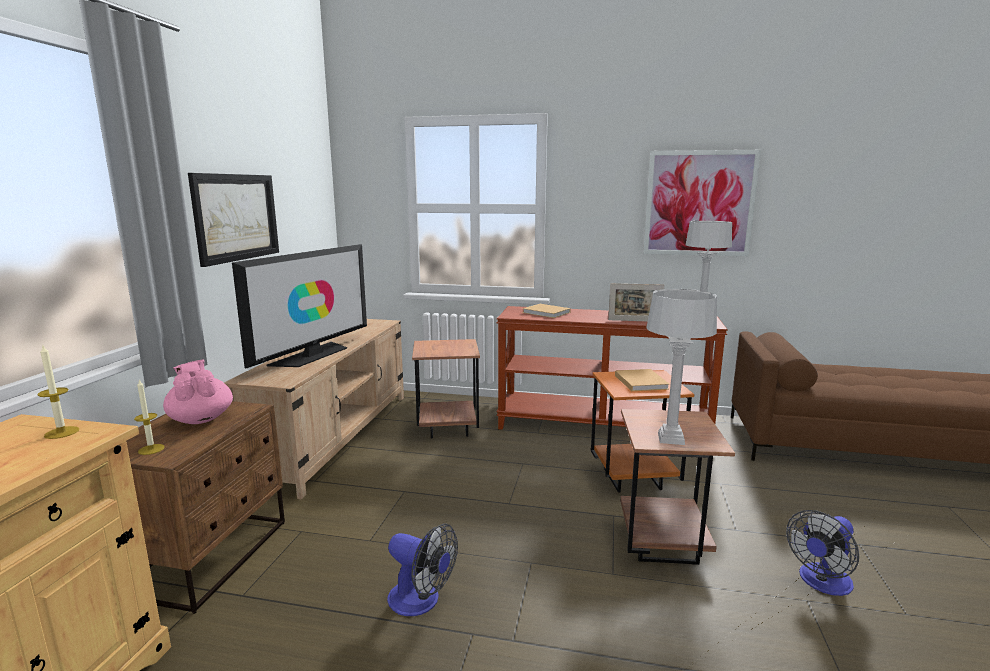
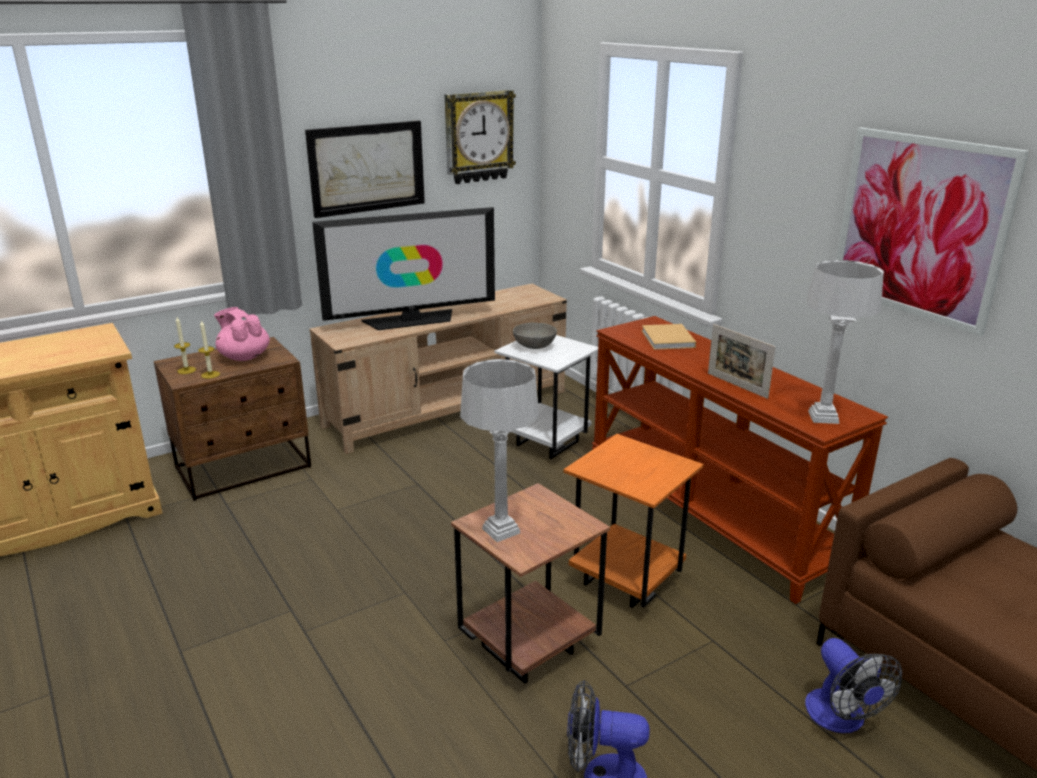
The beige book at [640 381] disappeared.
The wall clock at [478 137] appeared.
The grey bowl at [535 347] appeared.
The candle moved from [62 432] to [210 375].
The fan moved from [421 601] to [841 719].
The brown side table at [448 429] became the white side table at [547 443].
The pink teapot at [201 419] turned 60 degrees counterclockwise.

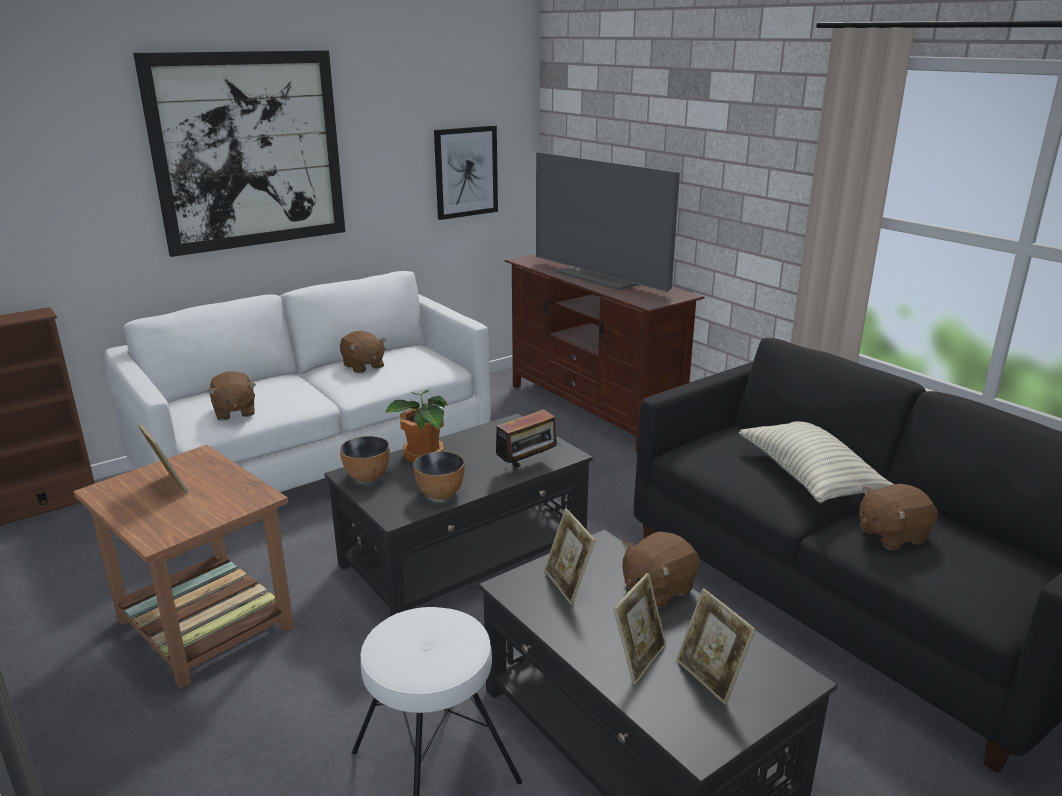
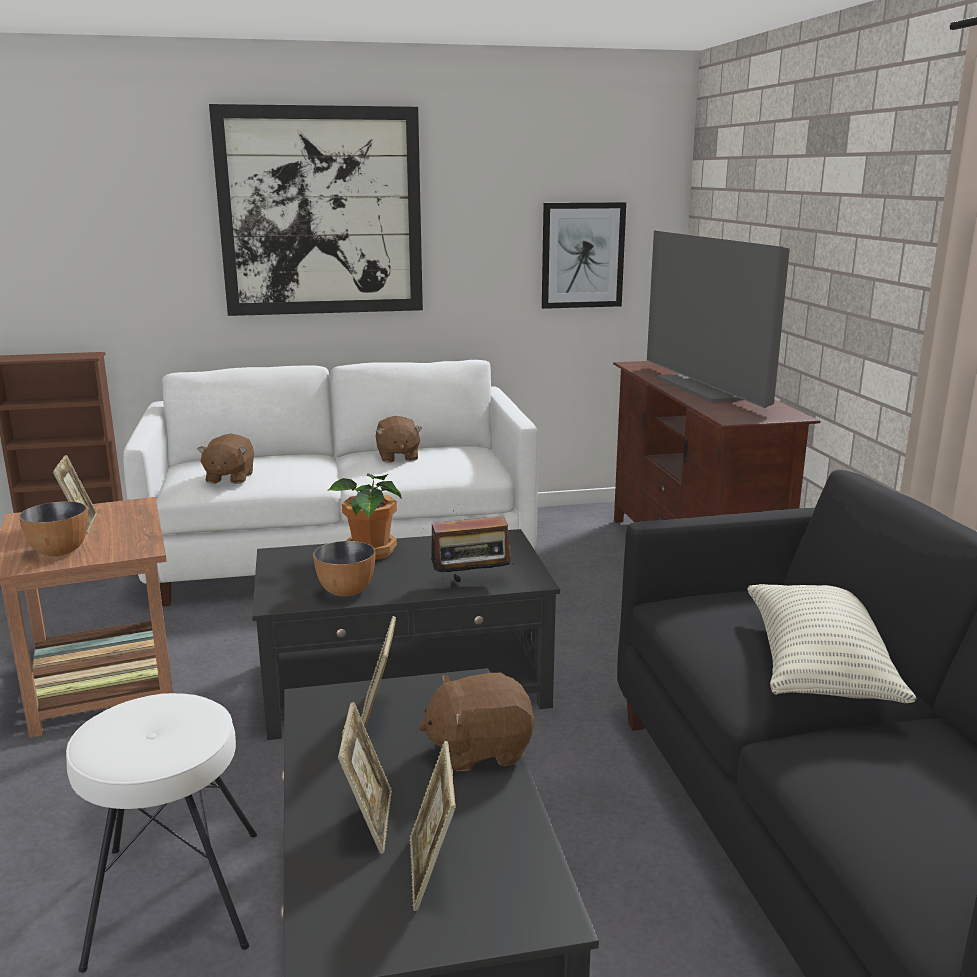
The brown plush toy at [891 535] disappeared.
The bowl moved from [367 476] to [60 551].
The picture frame at [639 659] turned 60 degrees counterclockwise.

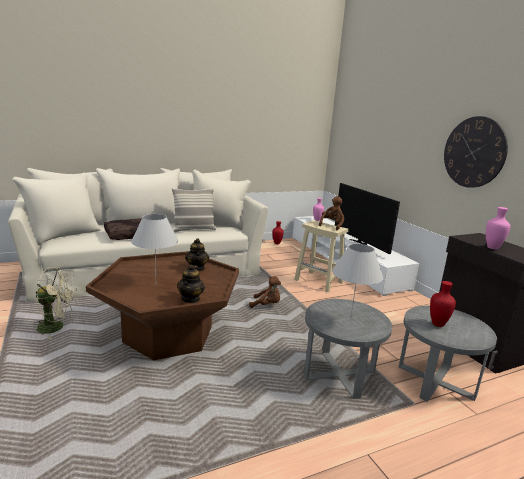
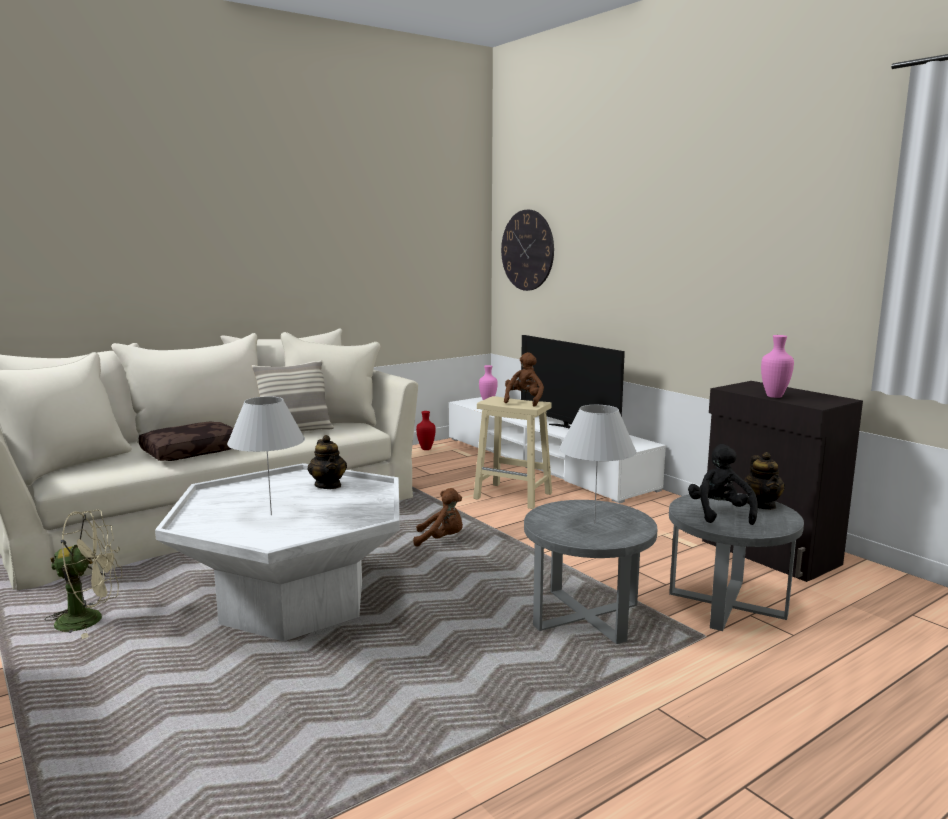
The teapot moved from [191 299] to [761 505].
The wall clock moved from [474 152] to [527 250].
The red vase at [438 324] was replaced by the black plush toy at [720 513].
The brown coffee table at [168 334] became the white coffee table at [294 602].

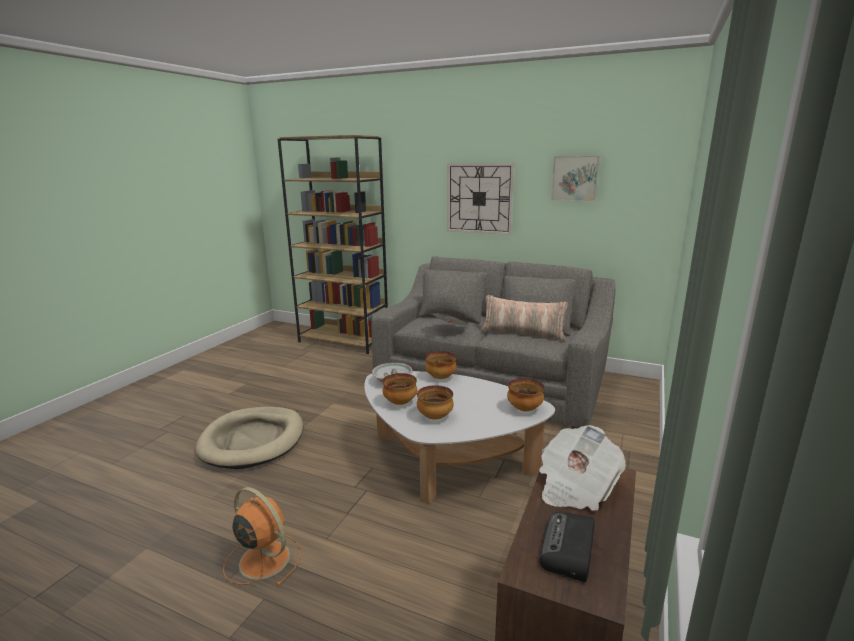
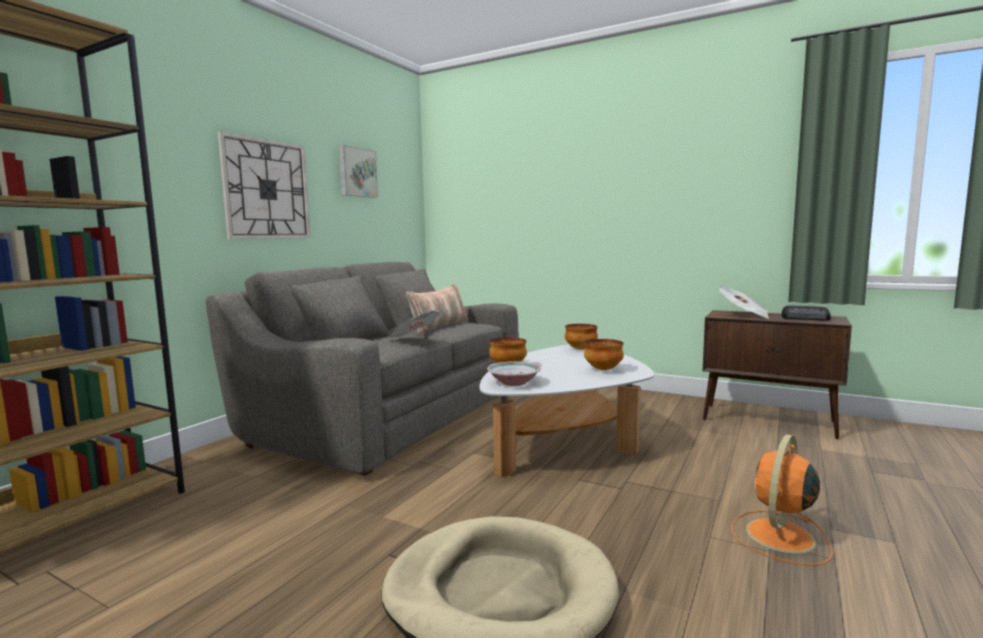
The bowl at [400 403] disappeared.

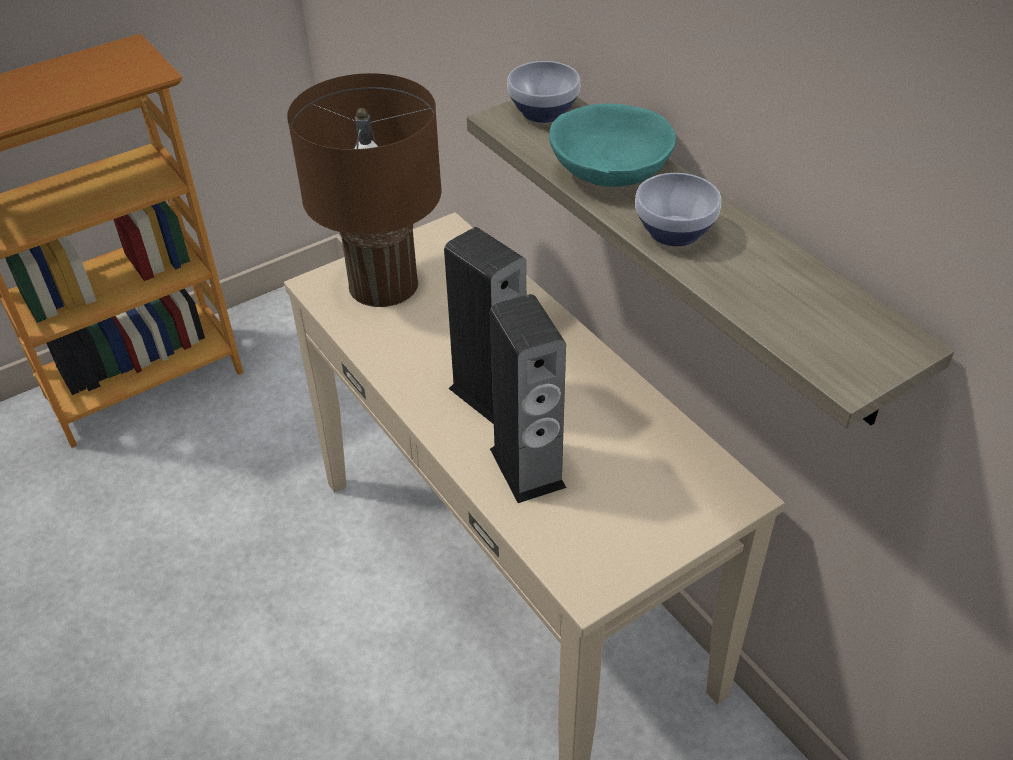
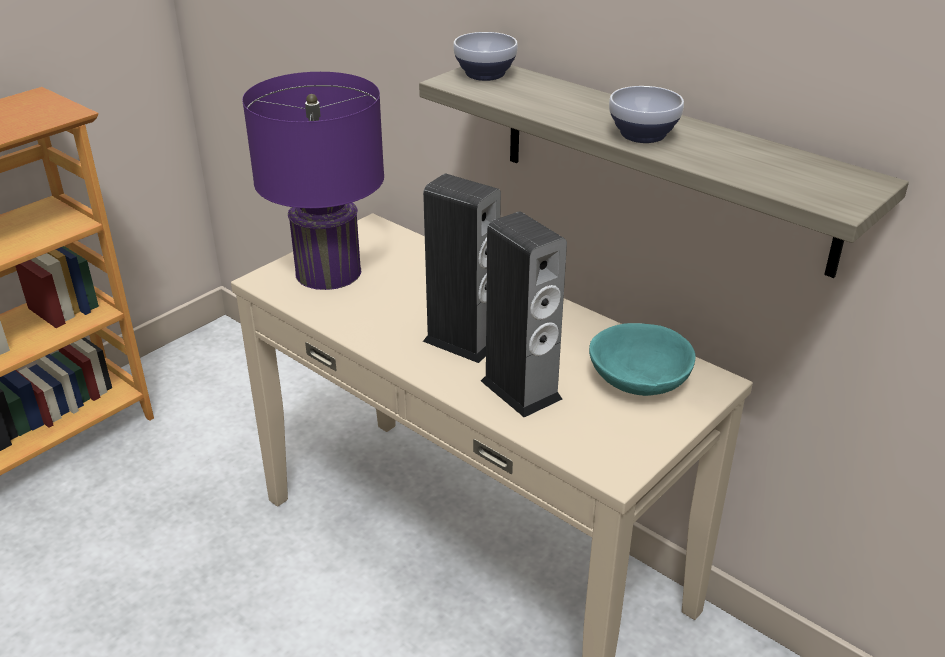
The turquoise bowl moved from [610 169] to [639 378].
The brown table lamp at [383 284] became the purple table lamp at [328 272].

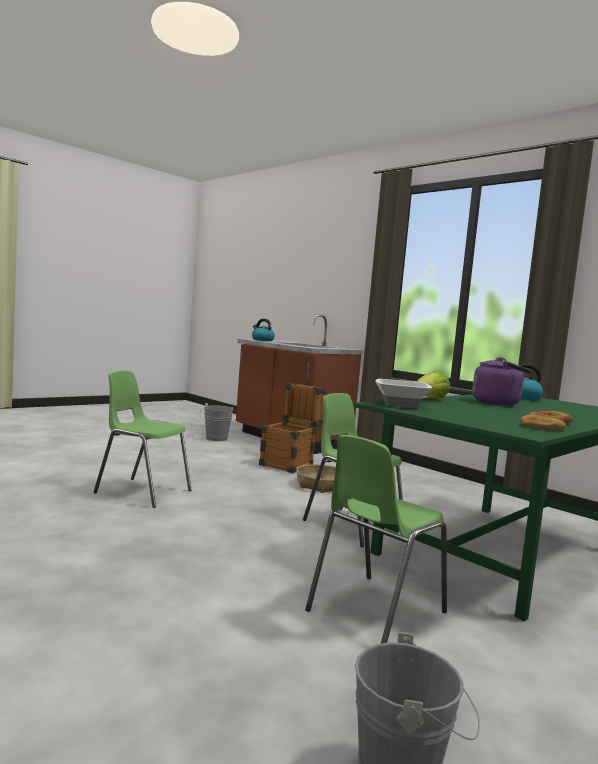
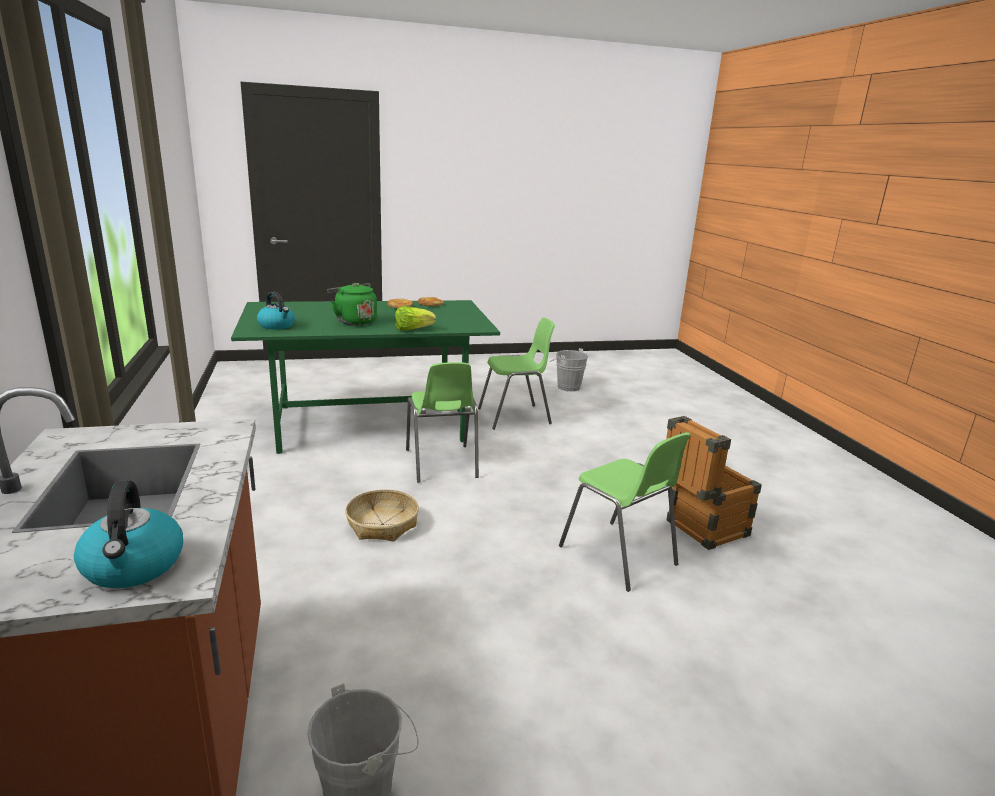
The bowl at [401 405] disappeared.
The crate moved from [290 464] to [699 530].
The purple kettle at [499 403] became the green kettle at [354 321].

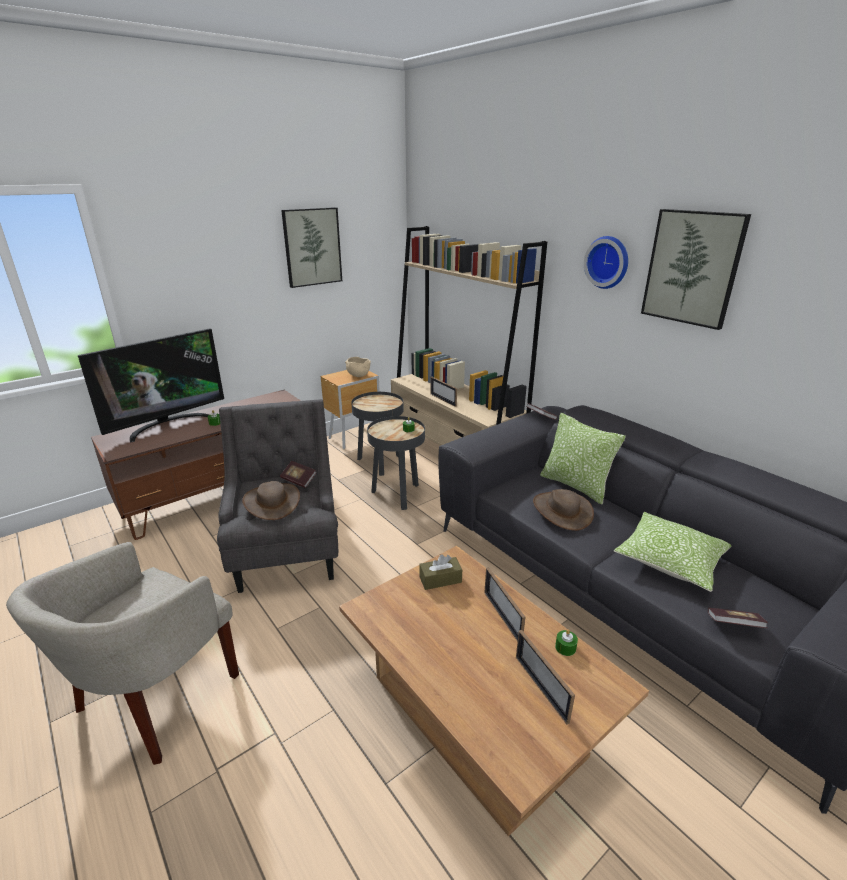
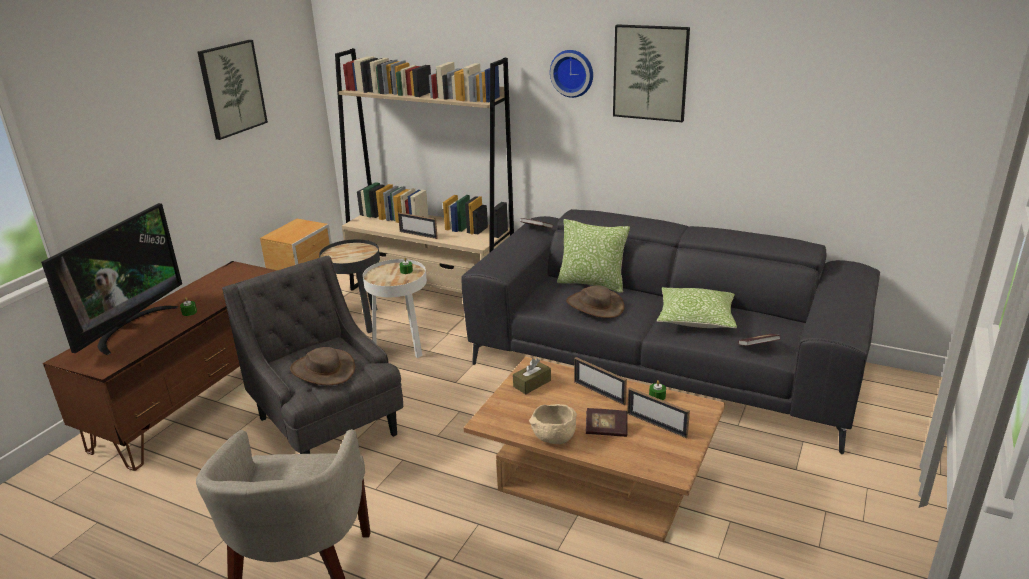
The book moved from [298 480] to [606 430].
The beige bowl moved from [358 376] to [553 439].
The black side table at [397 495] became the white side table at [402 346].

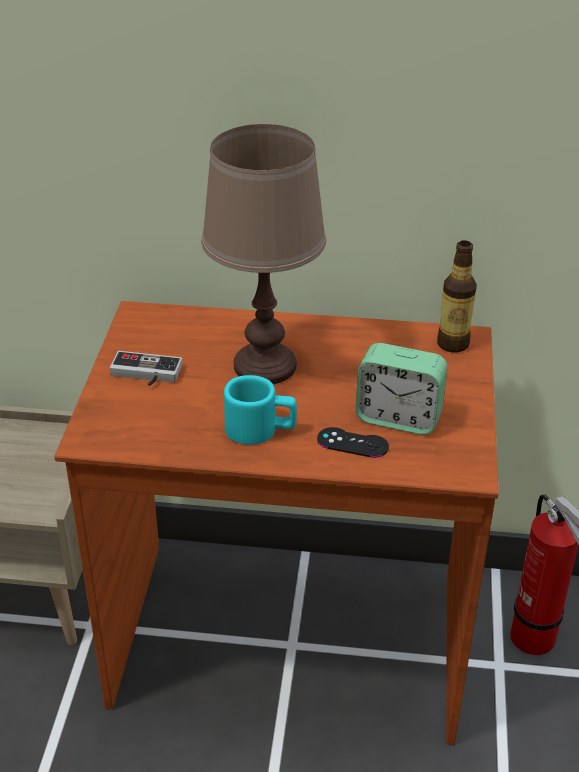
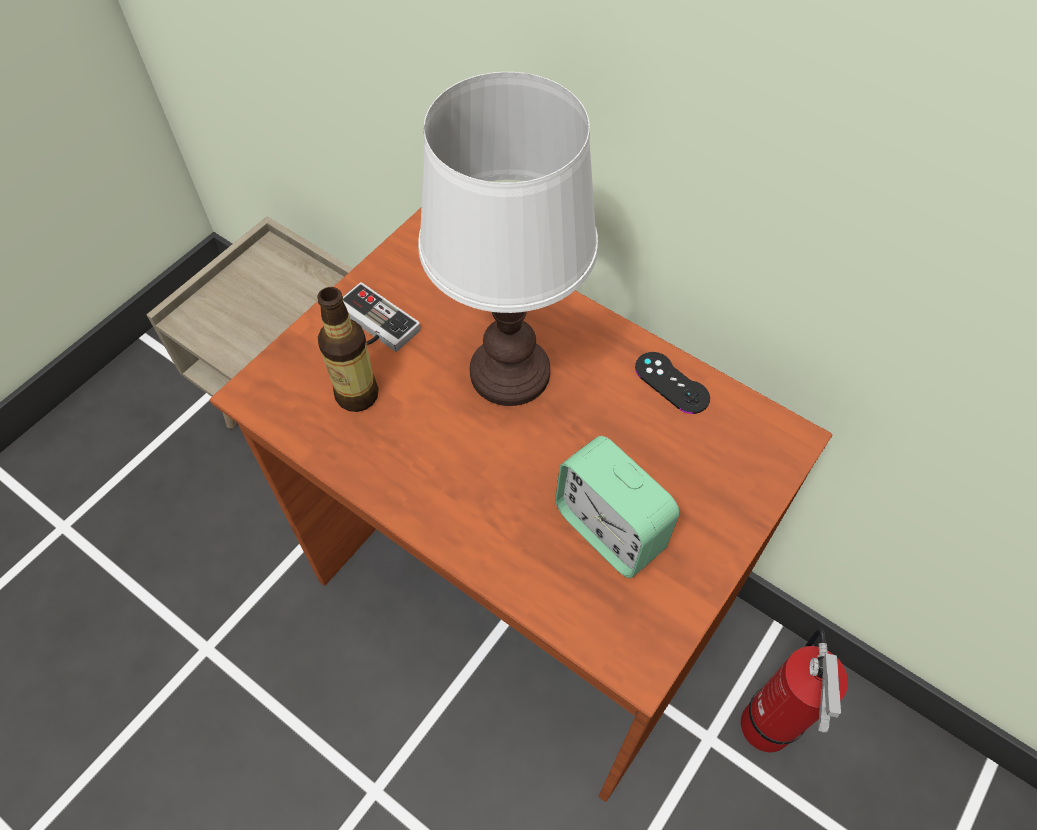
The turquoise mug at [260 430] disappeared.
The black game controller moved from [352 443] to [671 383].
The bottle moved from [453 344] to [357 395].
The brown table lamp at [265 366] became the white table lamp at [510 373].

